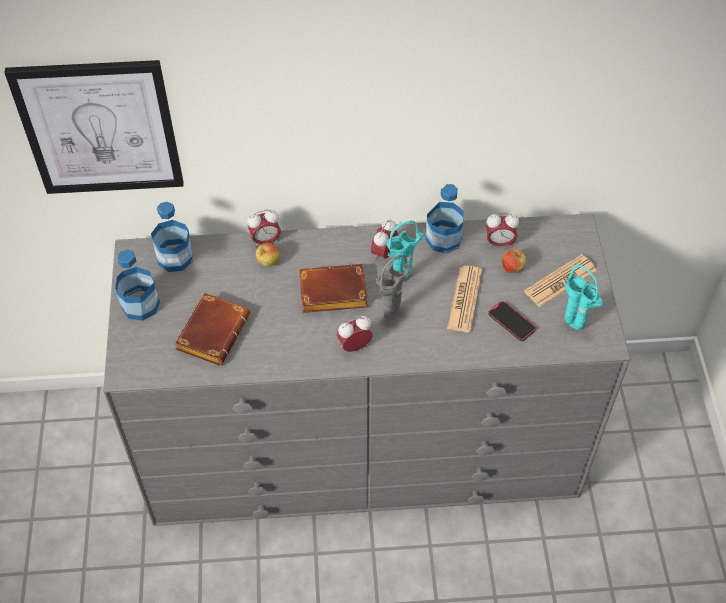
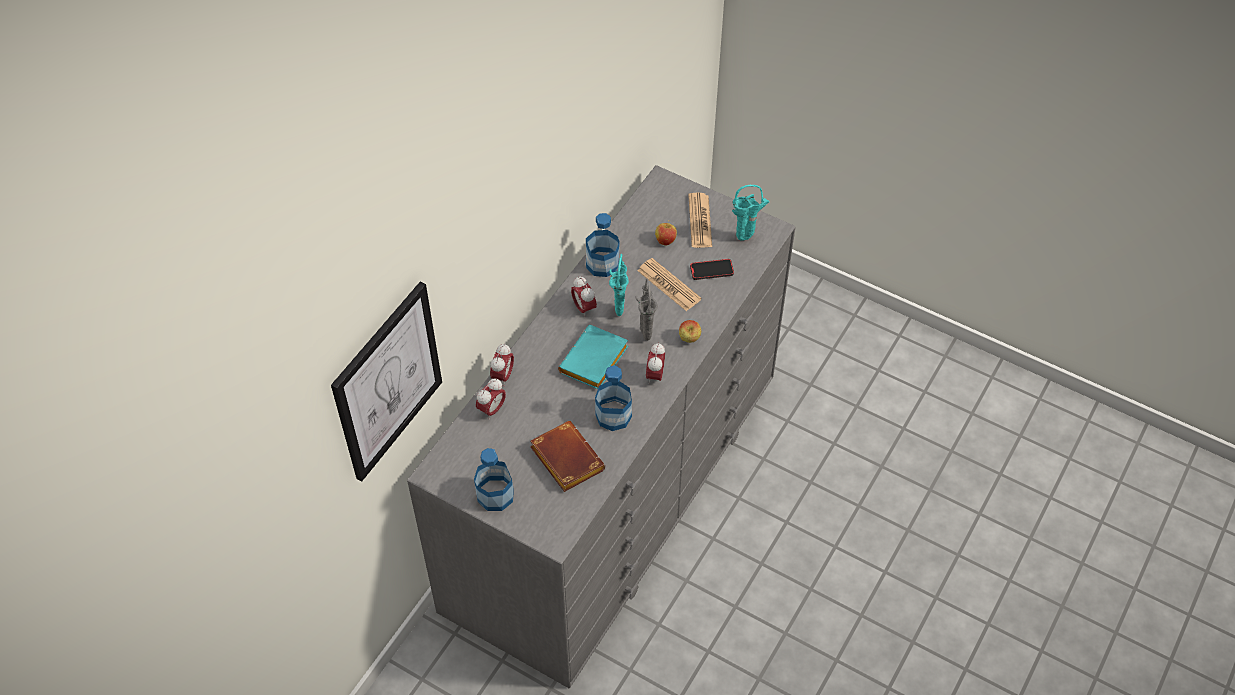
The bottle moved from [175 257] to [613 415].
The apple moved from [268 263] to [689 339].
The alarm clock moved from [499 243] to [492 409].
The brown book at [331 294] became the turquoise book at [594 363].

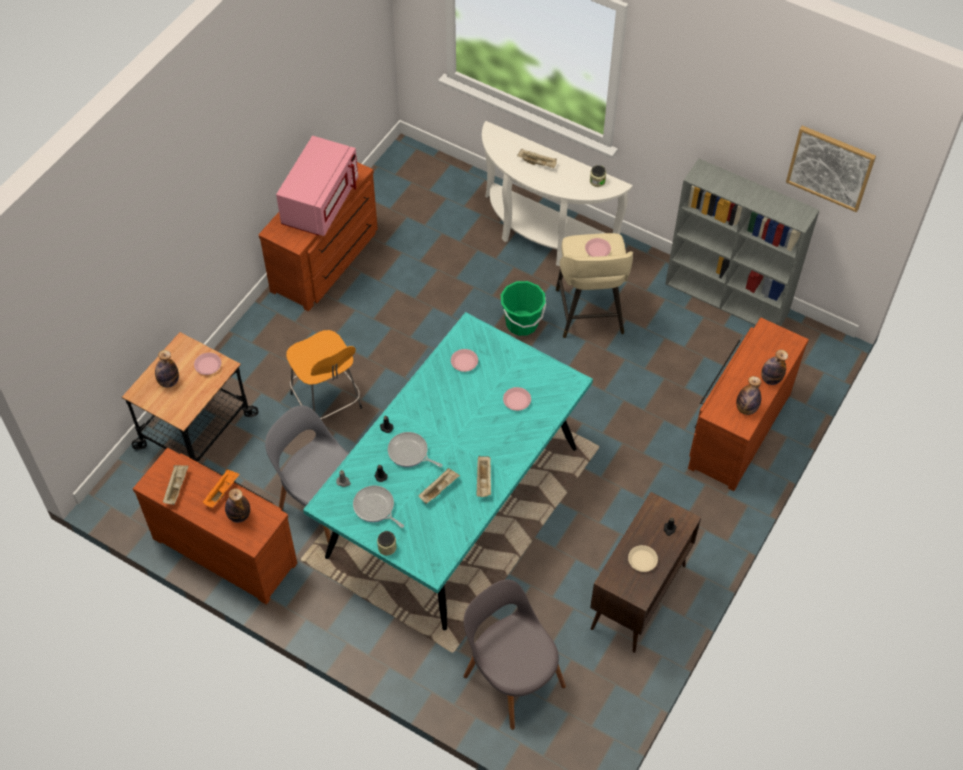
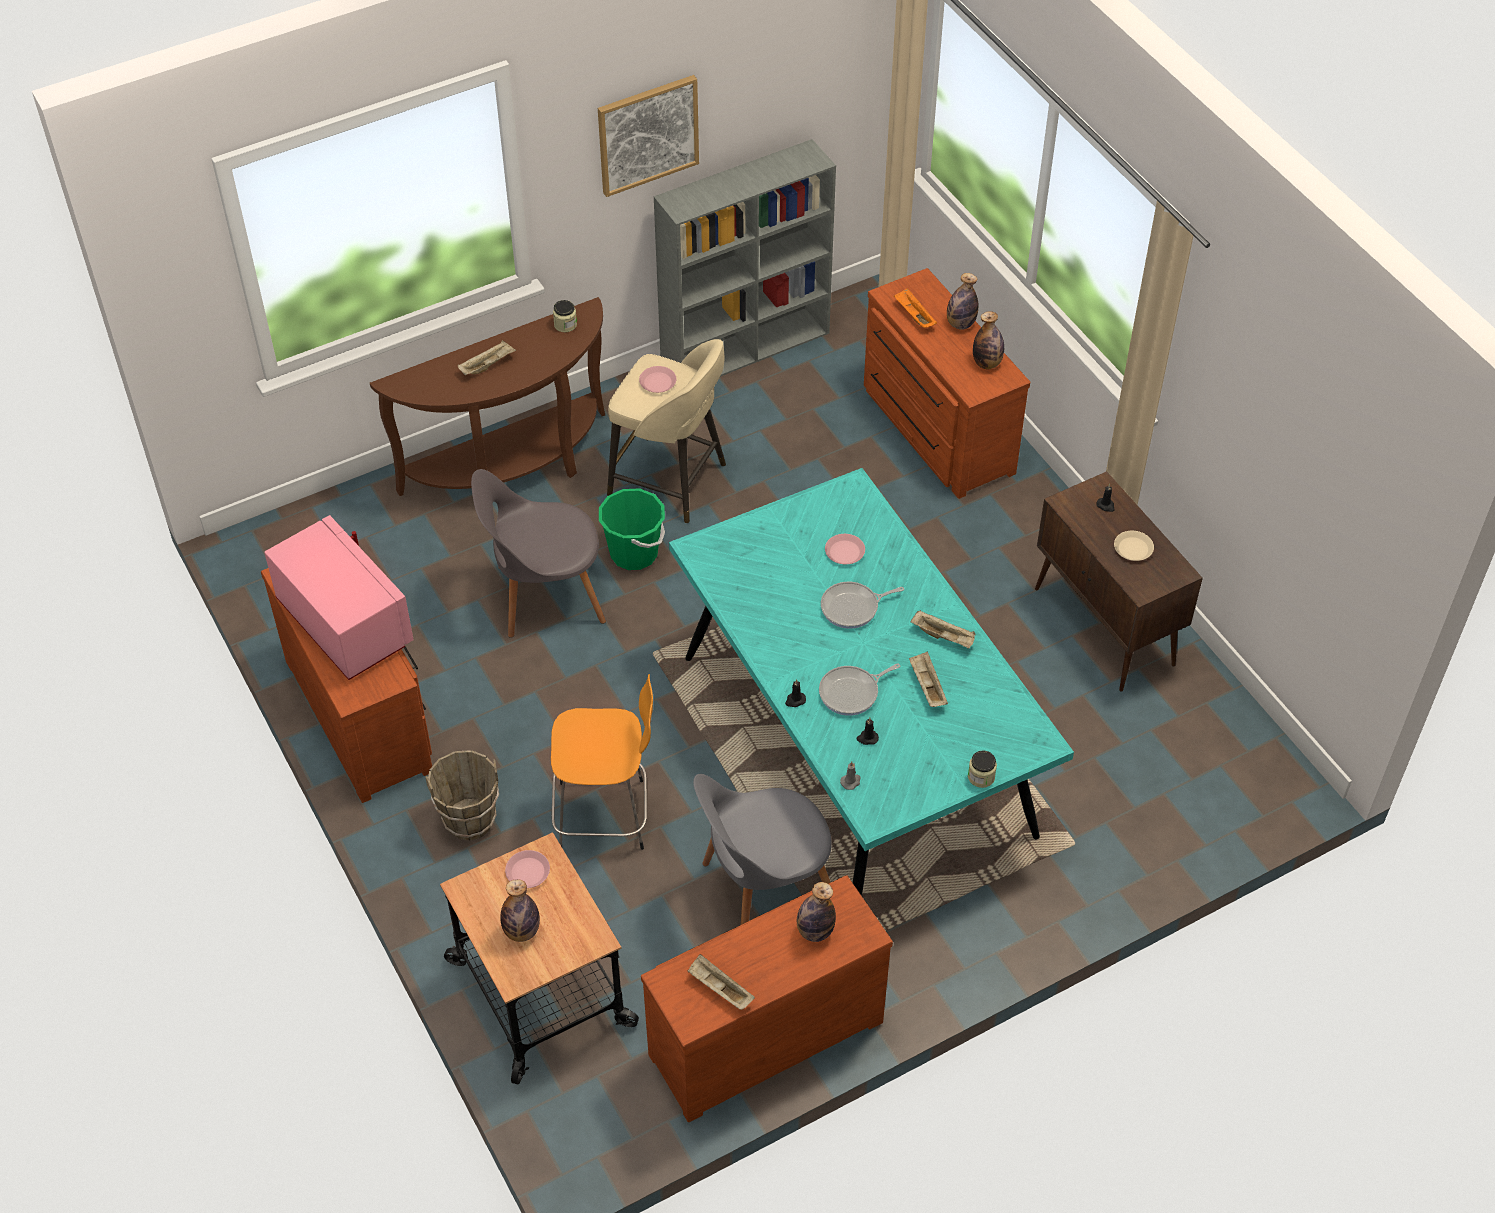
The pink plate at [464 362] disappeared.
The brown bucket at [469 820] appeared.
The orange tray moved from [222 491] to [913 316].
The frying pan moved from [375 508] to [853 608].
The grey chair moved from [511 677] to [545 595].
The picture moved from [830 167] to [647 134].
The white console table at [542 237] became the brown console table at [514 470].

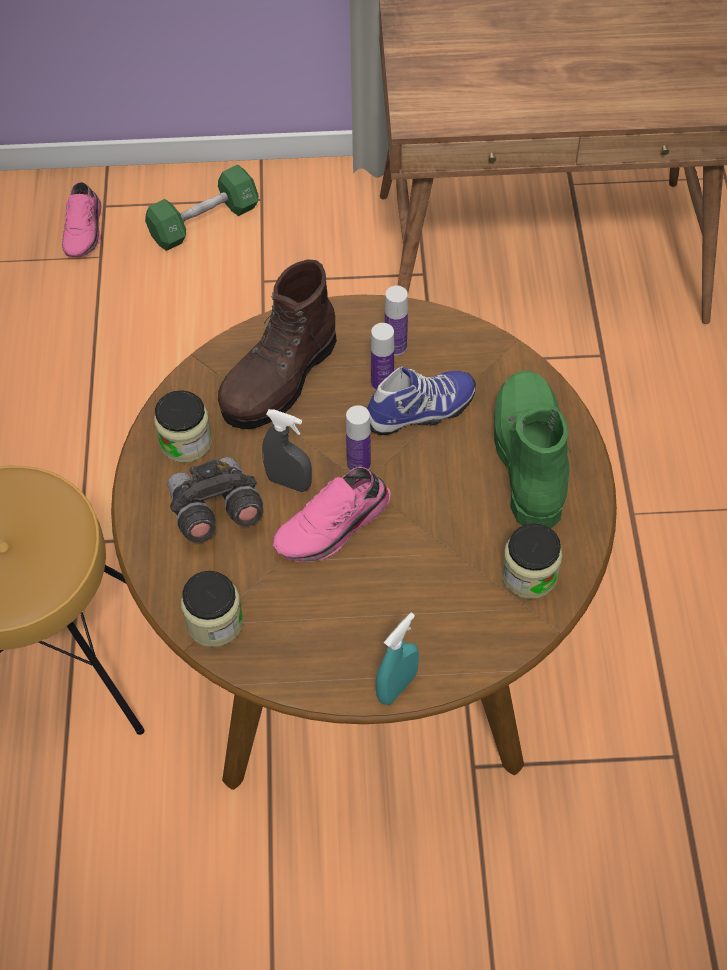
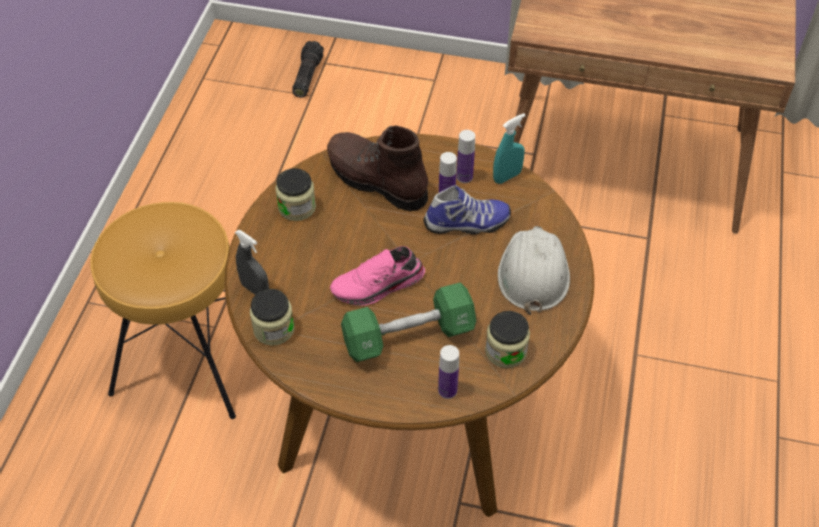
The grey binoculars at [215 512] disappeared.
The green dumbbell moved from [204 222] to [408 335].
The grey spray bottle moved from [289 482] to [255 290].
The bottle moved from [358 464] to [447 390].
The turquoise spray bottle moved from [397 687] to [507 176].
The pink shoe at [85 230] was replaced by the flashlight at [306 76].
The green boot at [528 459] was replaced by the white hard hat at [533 273].
The brown boot at [280 379] turned 75 degrees clockwise.

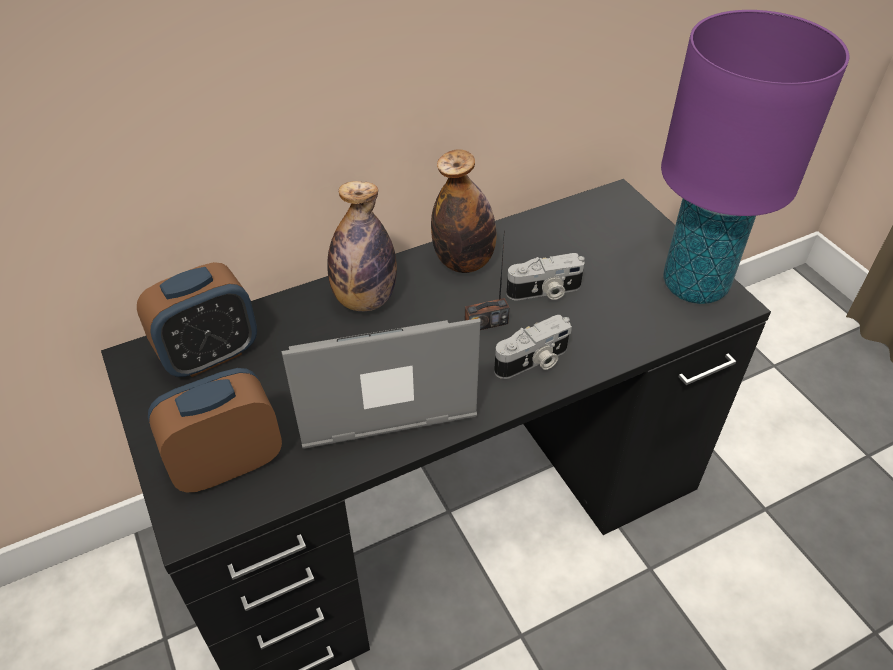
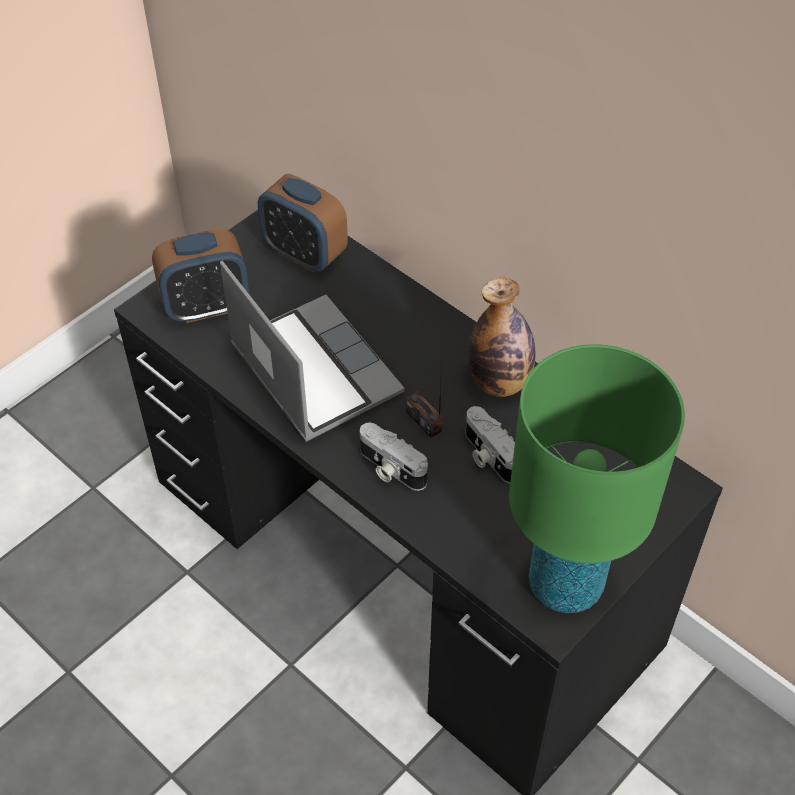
The bottle at [364 300] disappeared.
The purple table lamp at [694 284] became the green table lamp at [565 583].
The alarm clock at [227 463] turned 120 degrees clockwise.

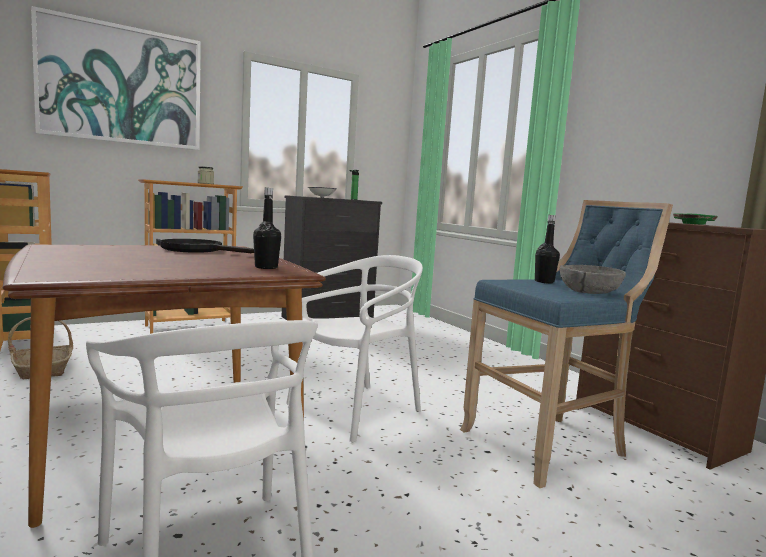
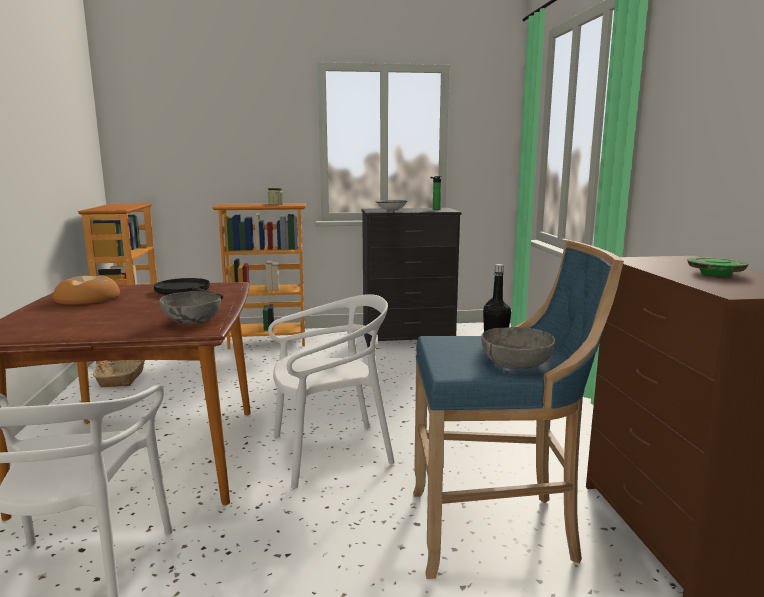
The picture at [122 85] disappeared.
The bread at [87 298] appeared.
The black bottle at [266 267] was replaced by the grey bowl at [192 321].

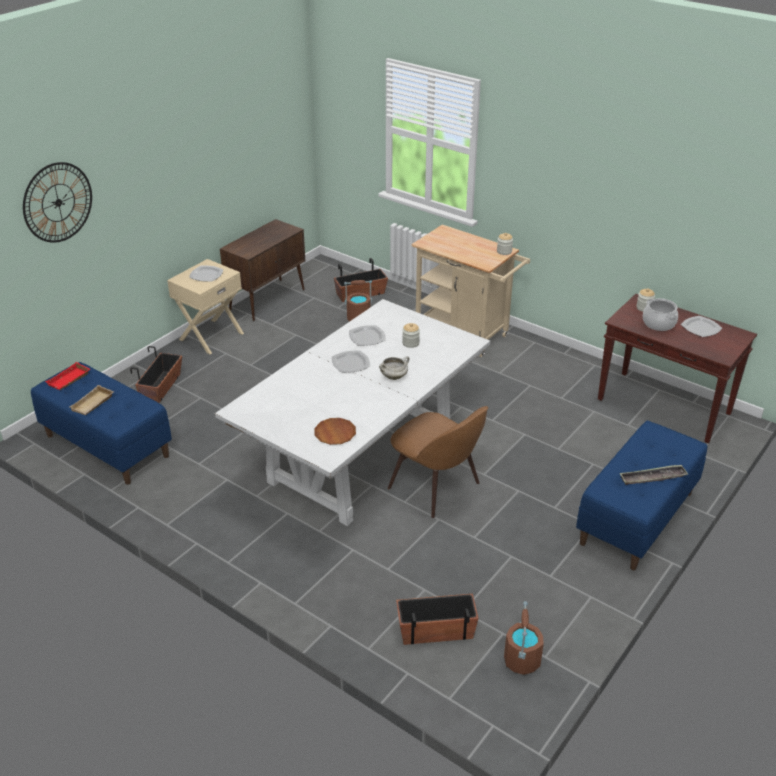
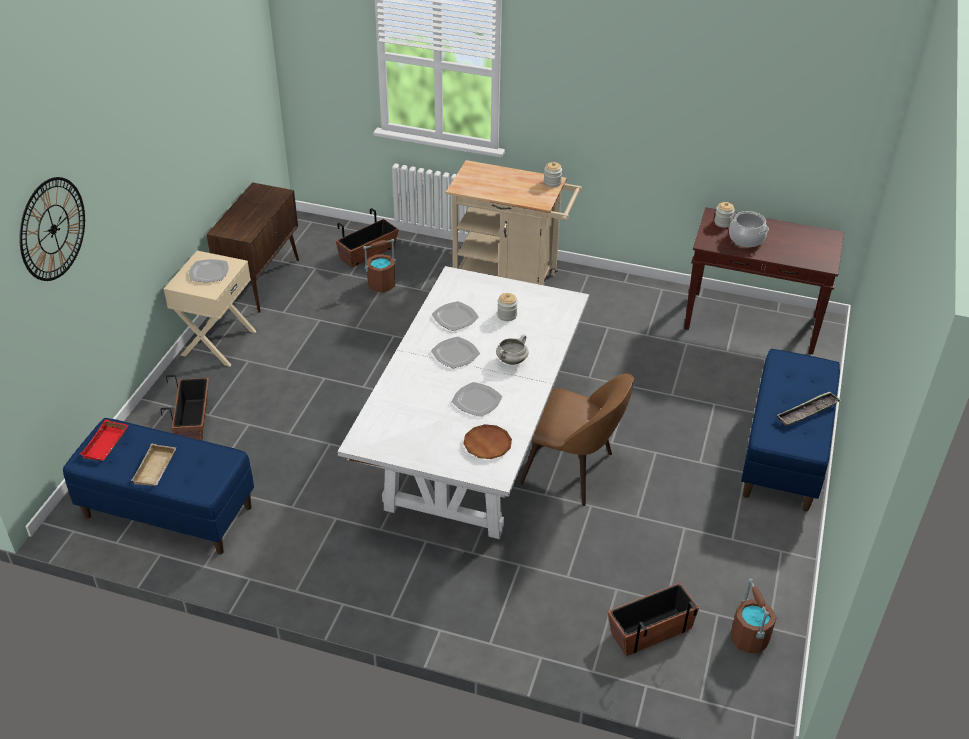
The plate moved from [701 328] to [477 401].

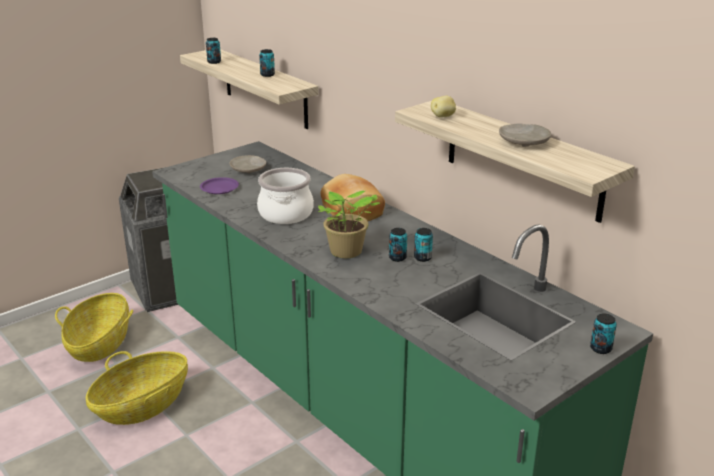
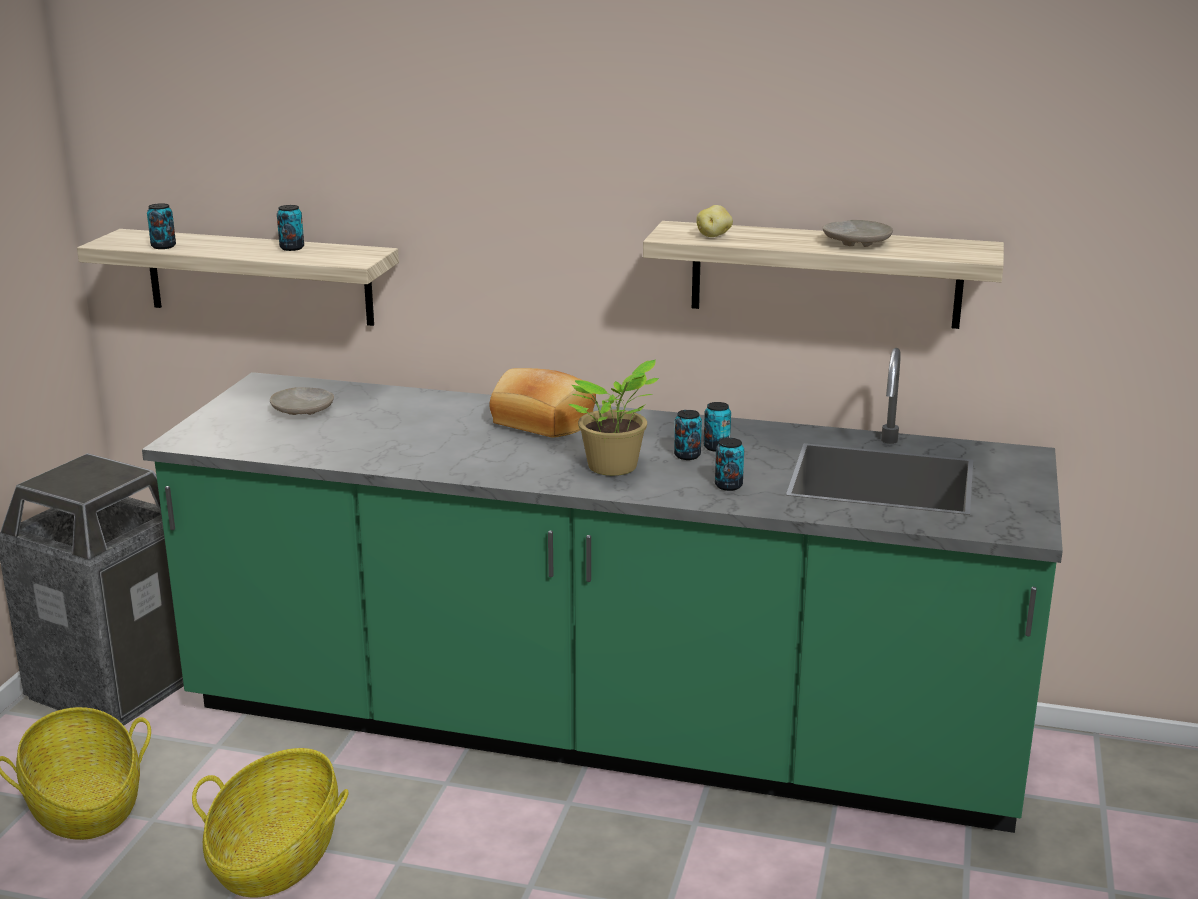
The purple plate at [220 188] disappeared.
The cooking pot at [286 214] disappeared.
The can moved from [600 348] to [728 486].

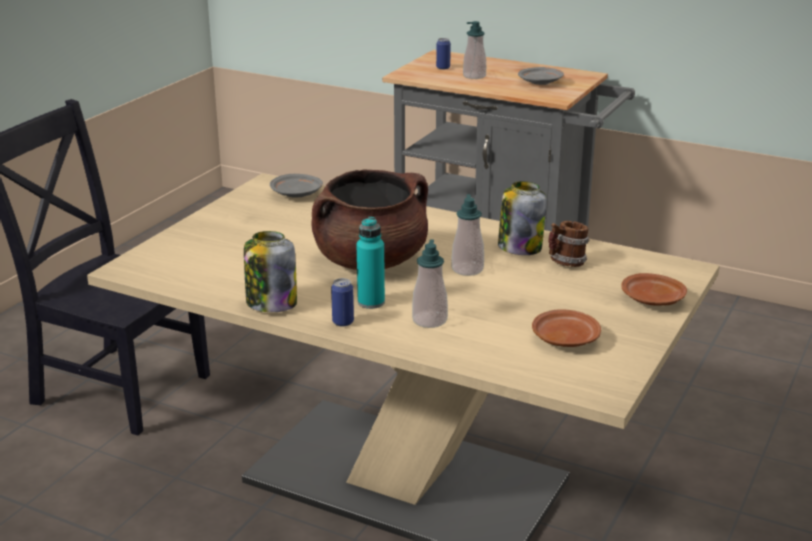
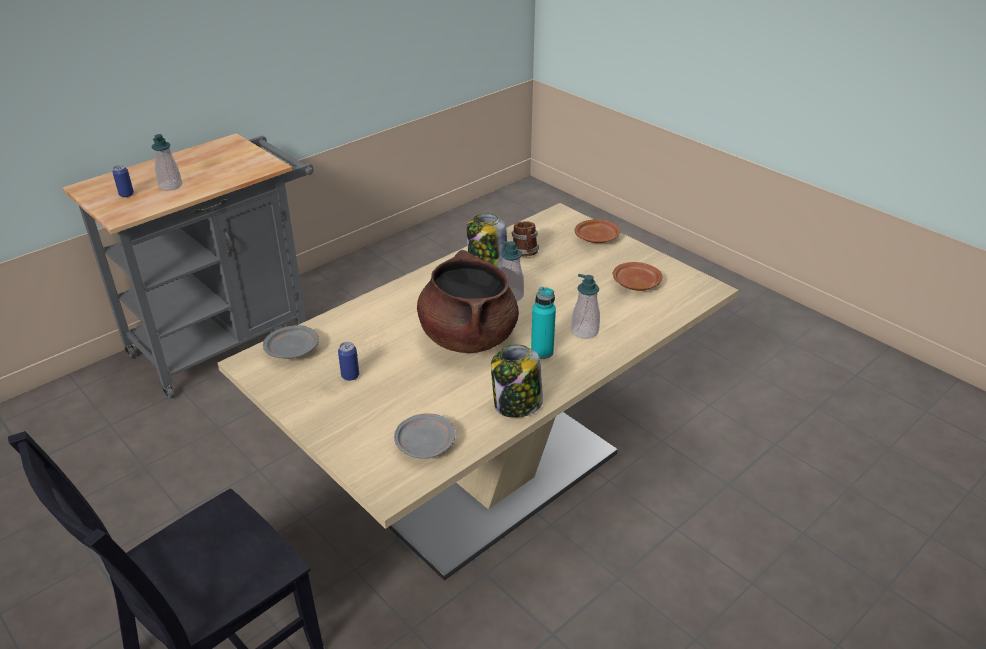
The can moved from [343 322] to [350 376].
The grey plate moved from [540 82] to [425 443].

